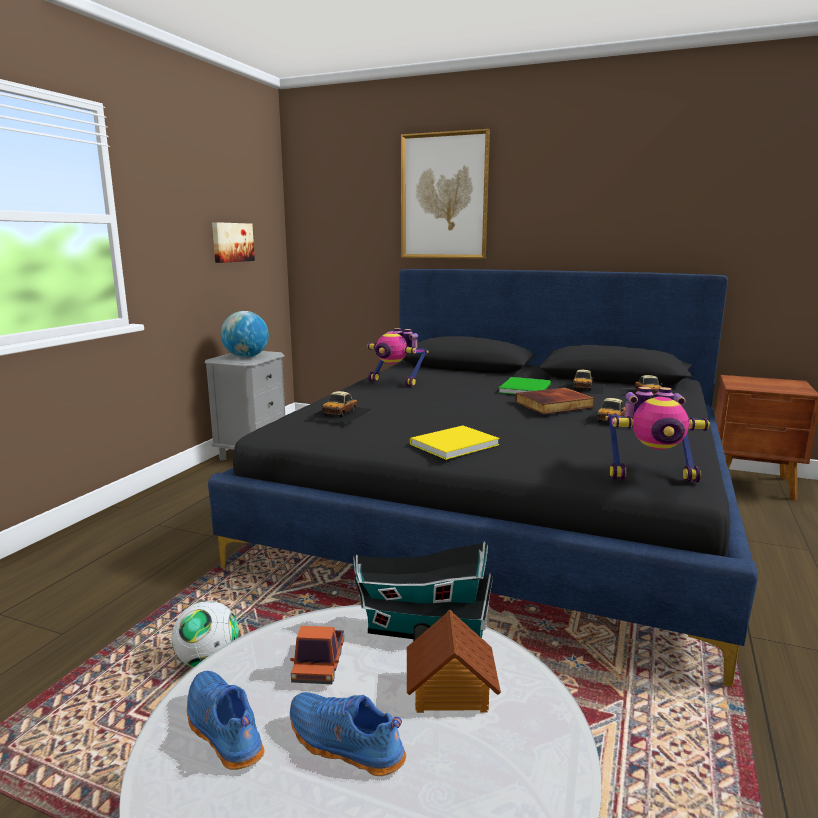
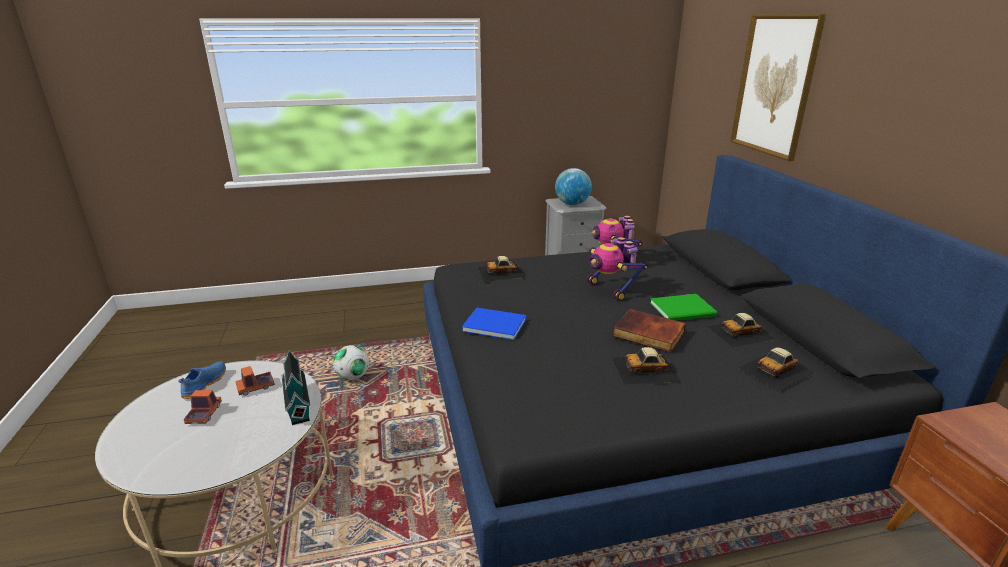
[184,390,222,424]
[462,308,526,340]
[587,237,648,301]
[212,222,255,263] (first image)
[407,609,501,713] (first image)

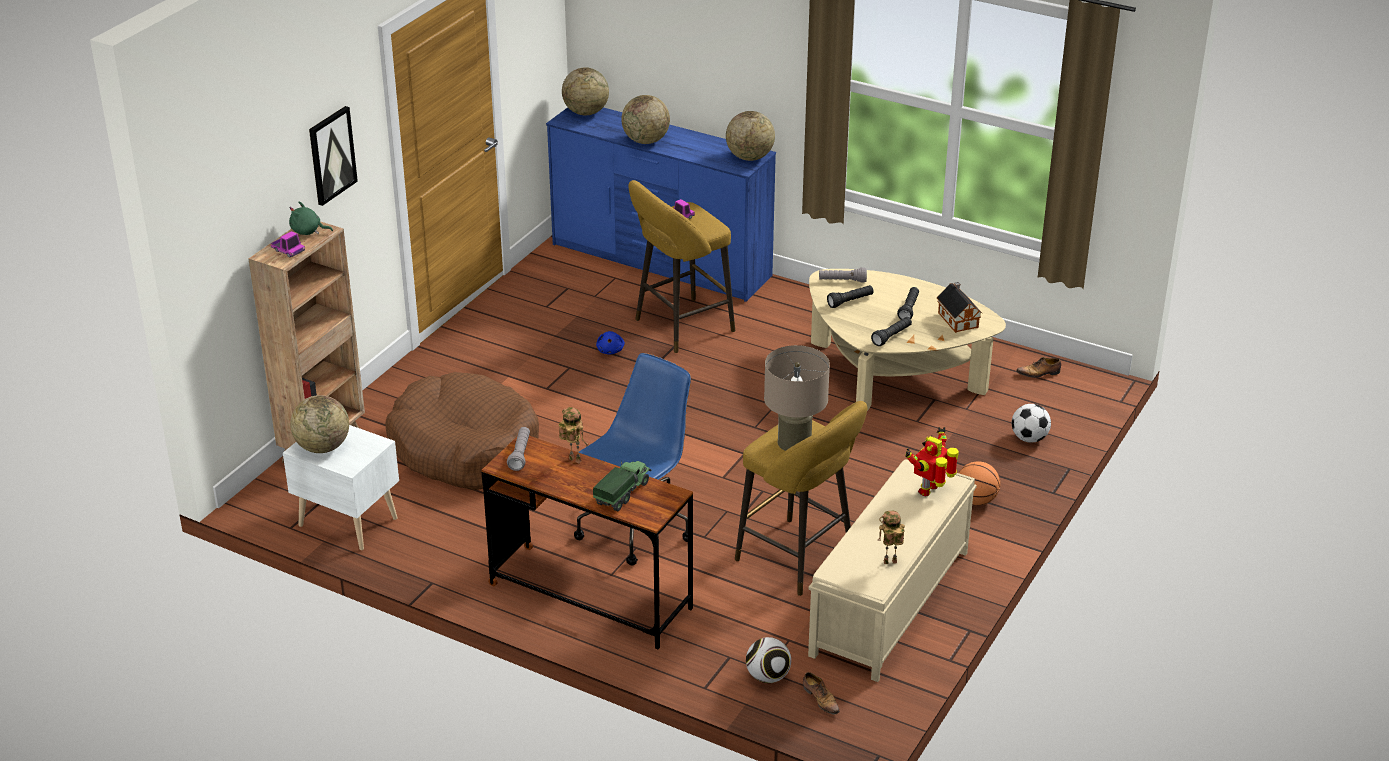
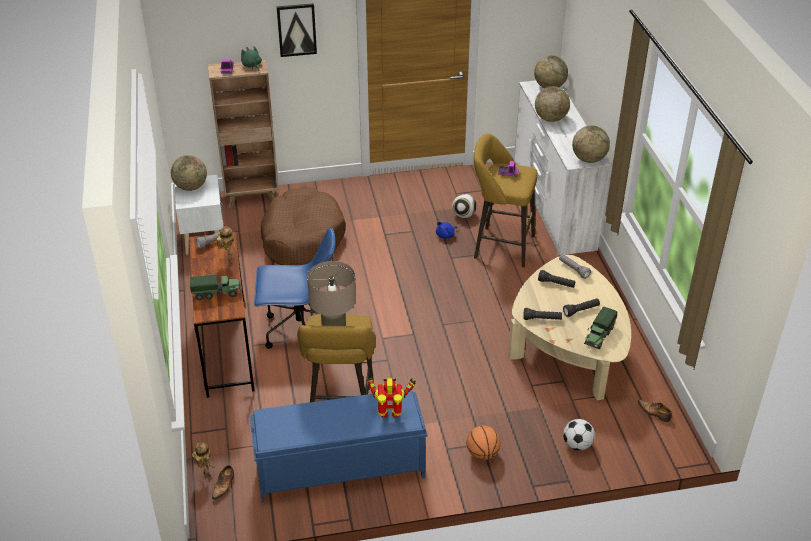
[192,442,215,478]
[250,389,427,503]
[452,194,477,218]
[514,80,610,255]
[584,307,617,349]

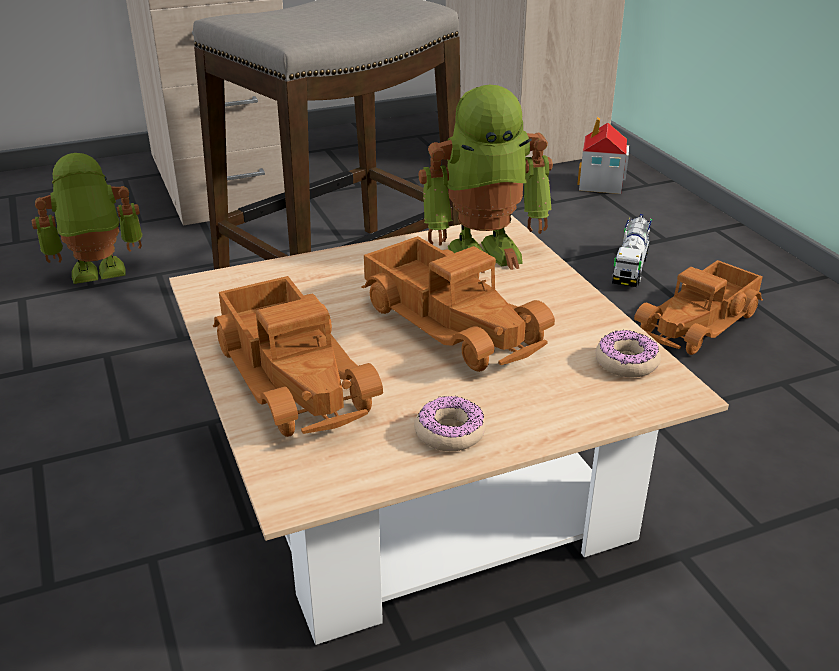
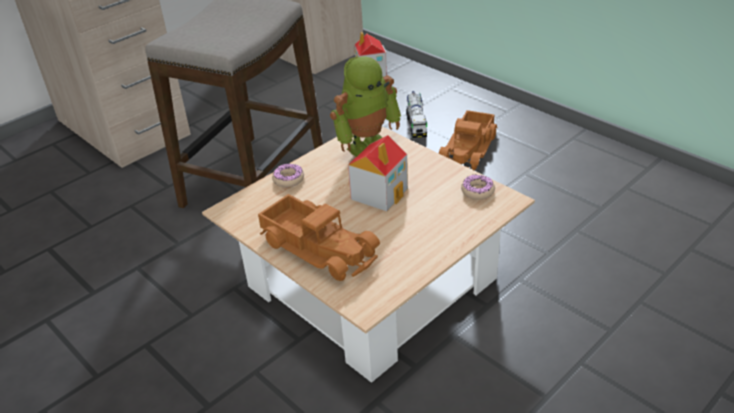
[272,164,304,187]
[348,135,408,211]
[32,153,142,284] (first image)

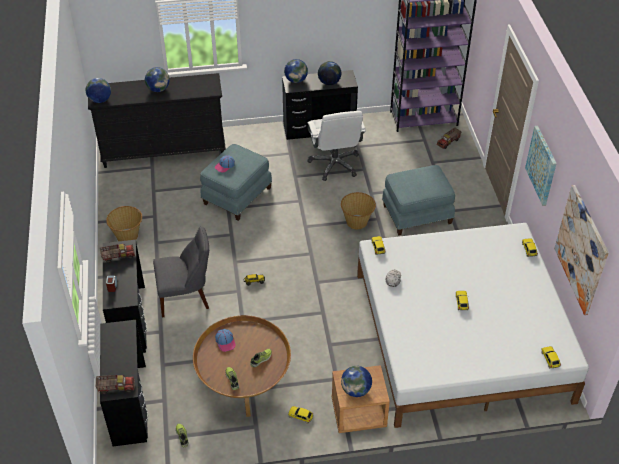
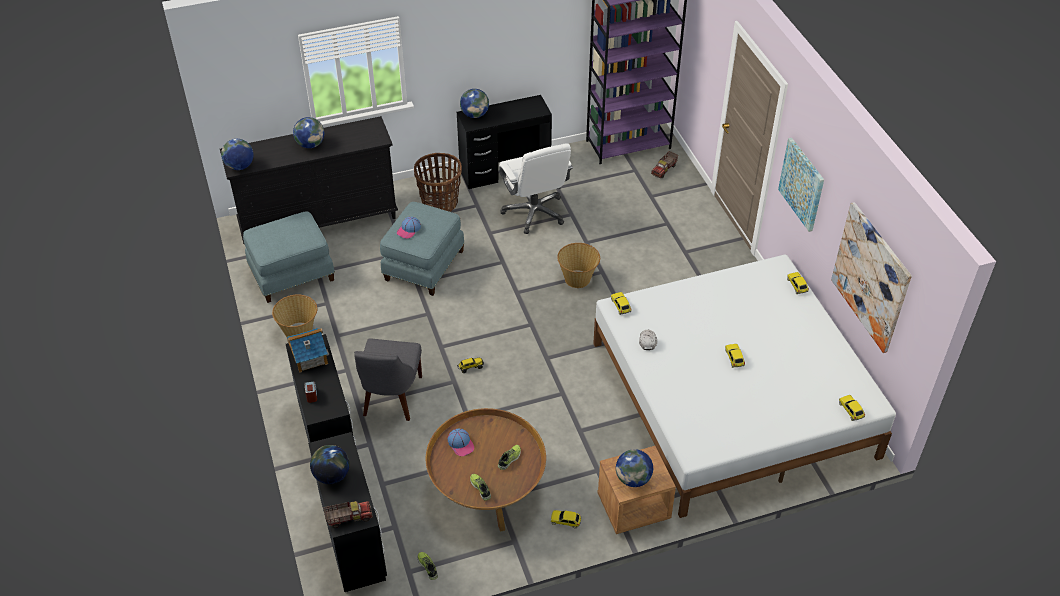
[243,211,335,303]
[287,328,329,373]
[310,445,350,484]
[354,339,422,421]
[414,153,462,212]

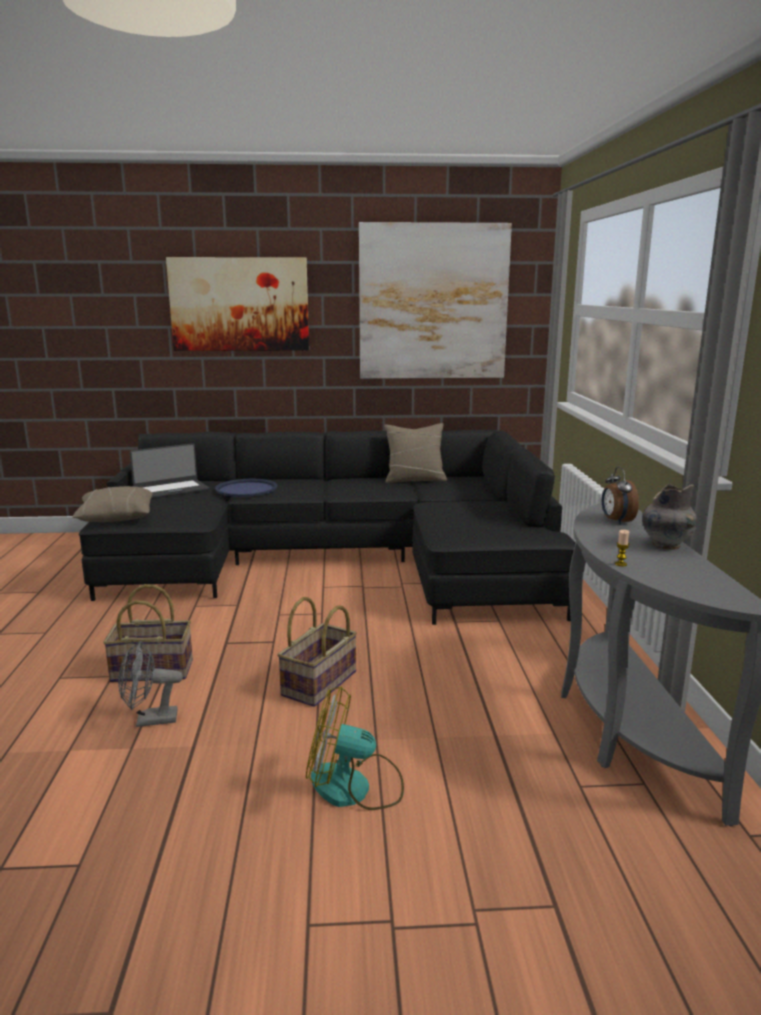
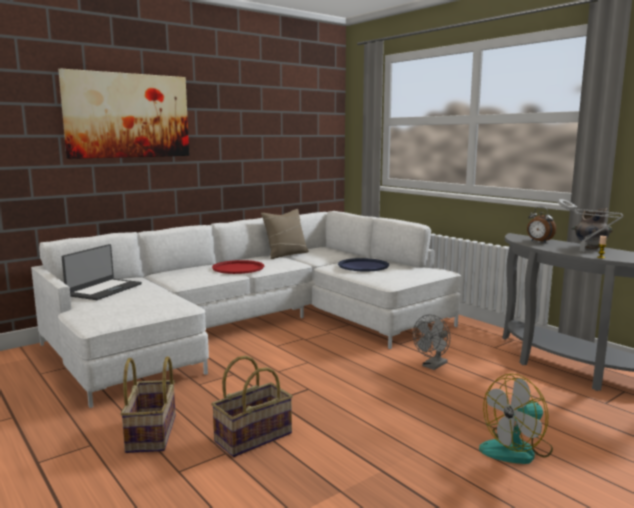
[31,211,461,408]
[120,356,176,453]
[212,260,264,274]
[338,258,389,272]
[413,314,450,370]
[558,199,624,252]
[72,486,153,522] (first image)
[359,222,512,379] (first image)

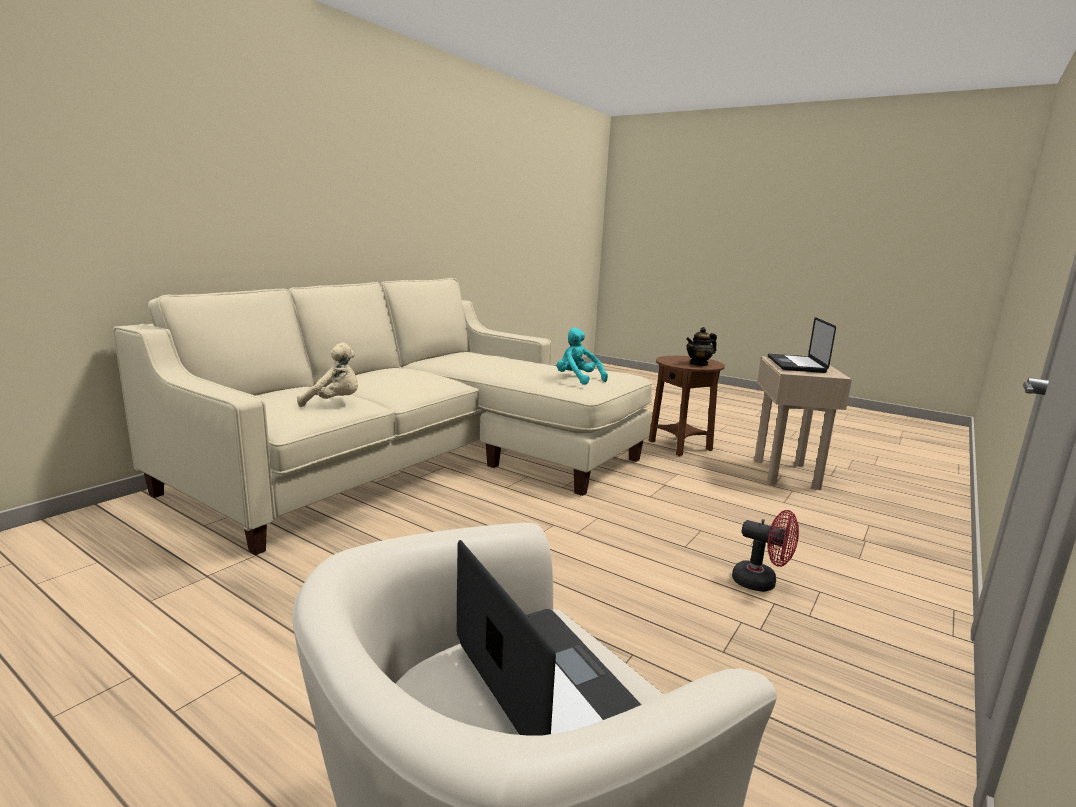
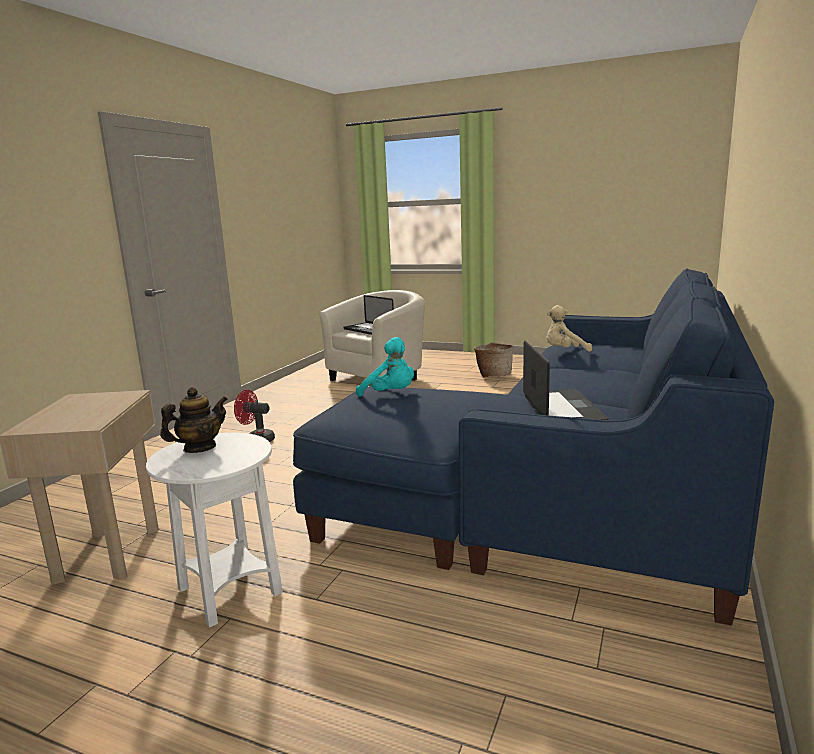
[146,433,283,628]
[293,268,774,626]
[474,342,514,377]
[523,340,608,420]

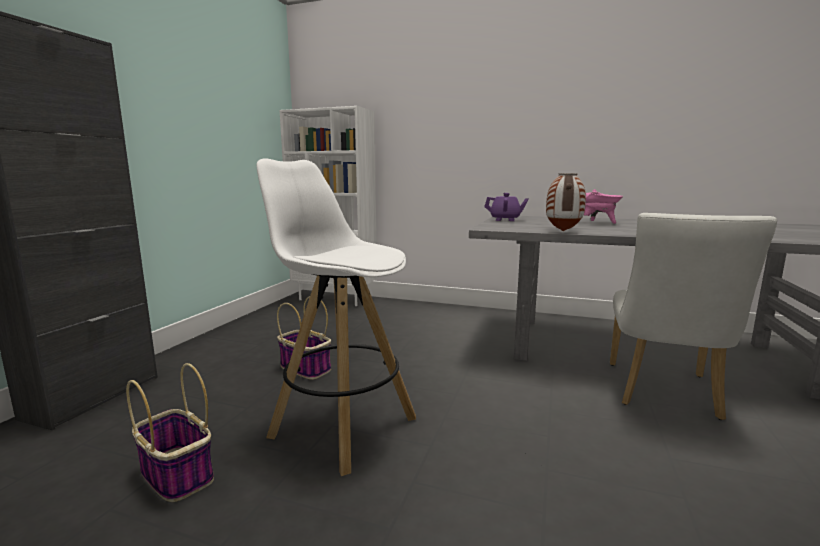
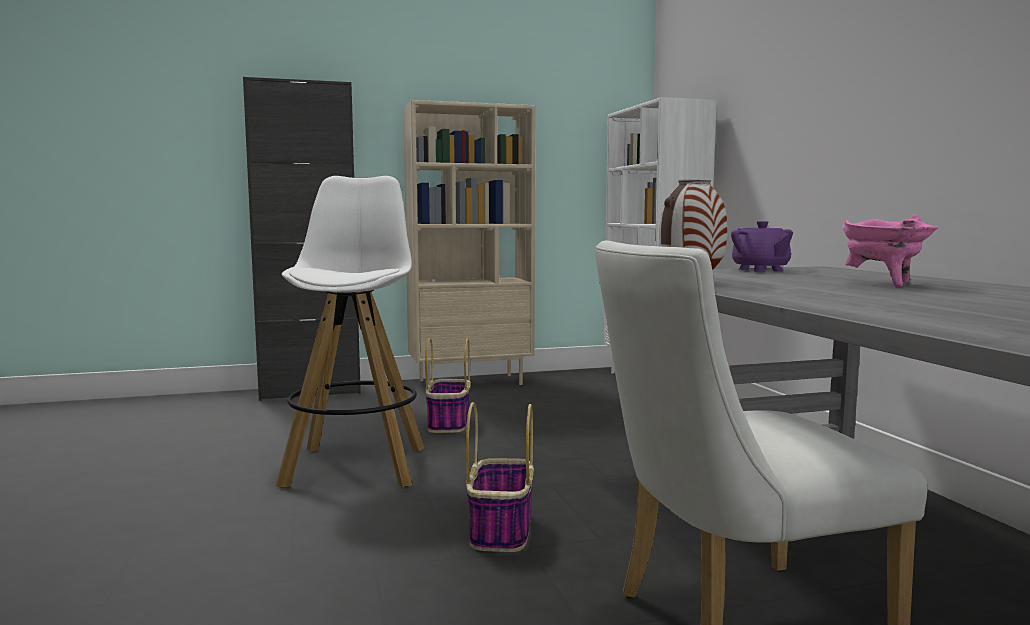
[403,100,535,385]
[466,402,534,552]

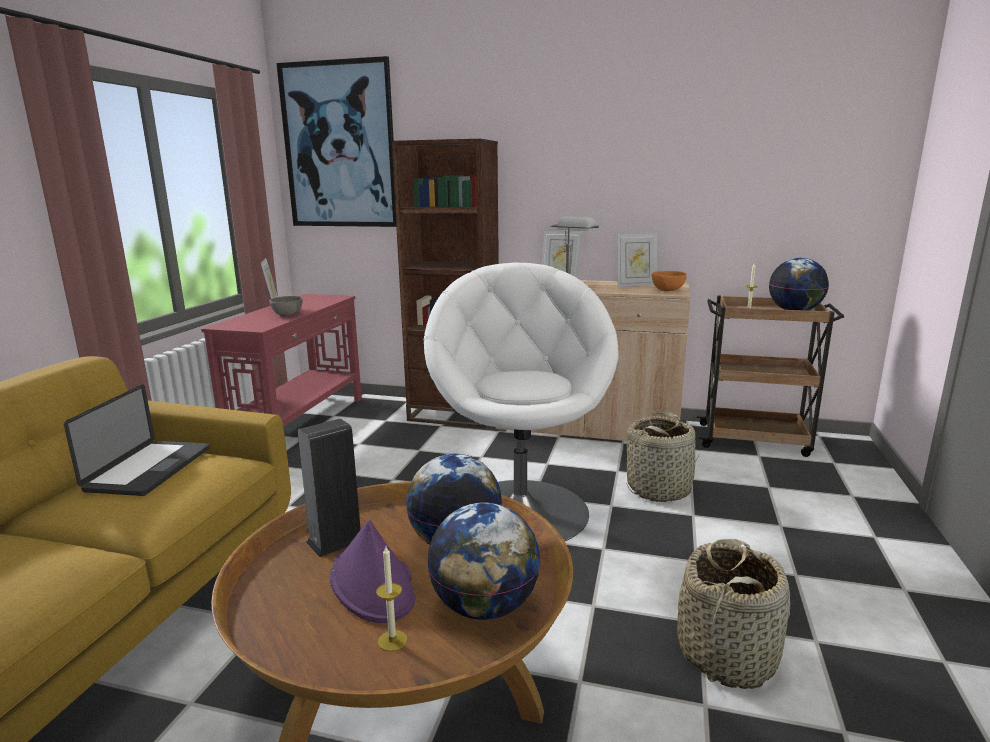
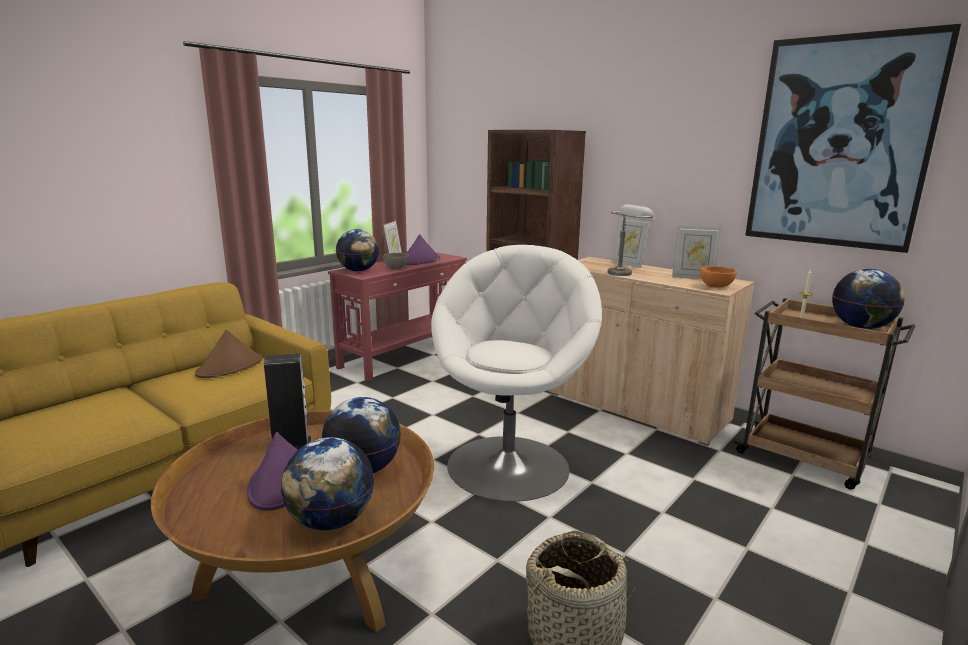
[195,330,262,378]
[336,229,379,272]
[406,234,440,265]
[745,24,961,253]
[376,547,407,651] (first image)
[626,411,700,502] (first image)

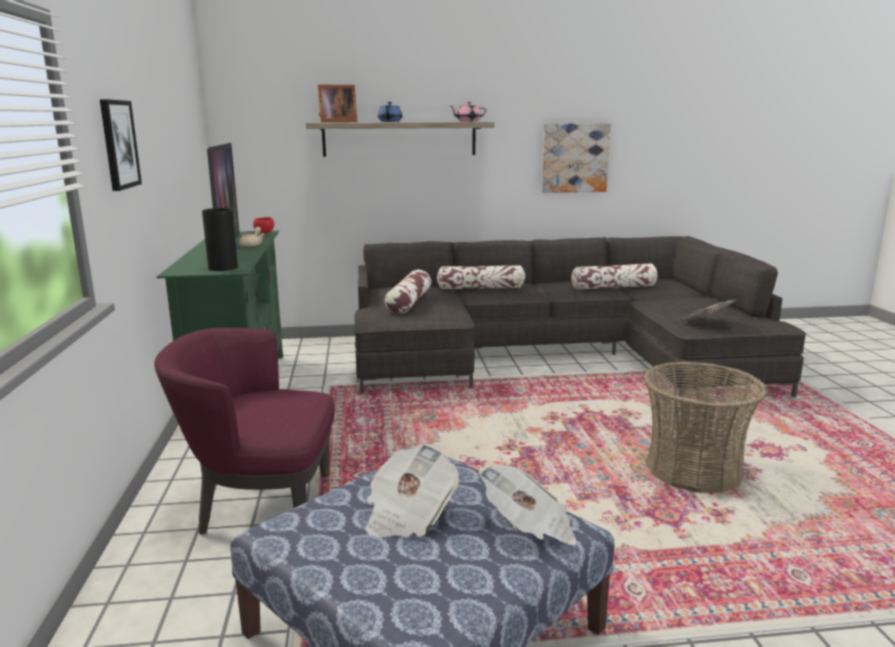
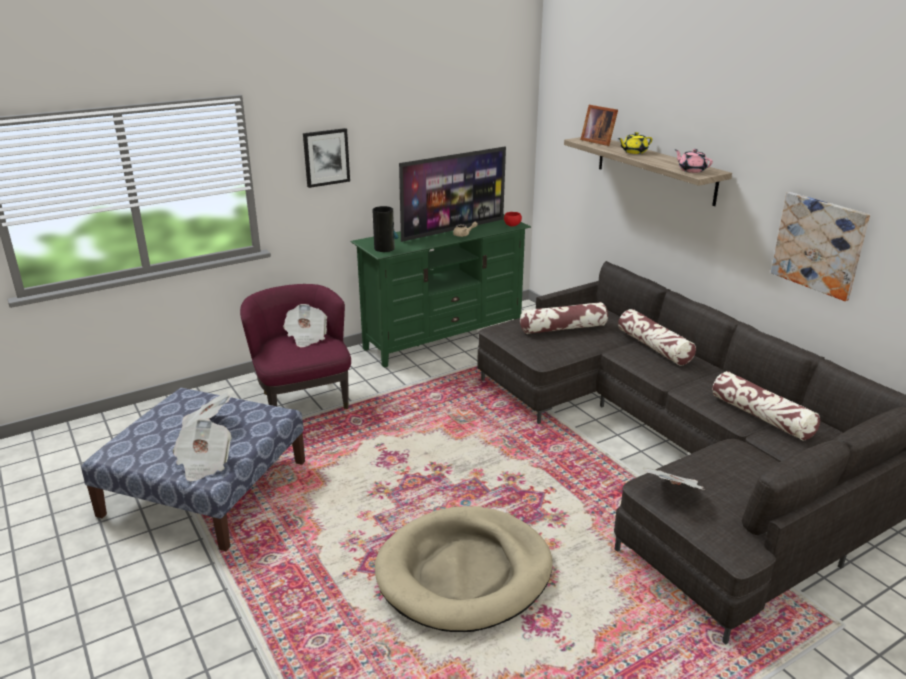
[283,304,327,347]
[375,506,553,632]
[618,132,652,154]

